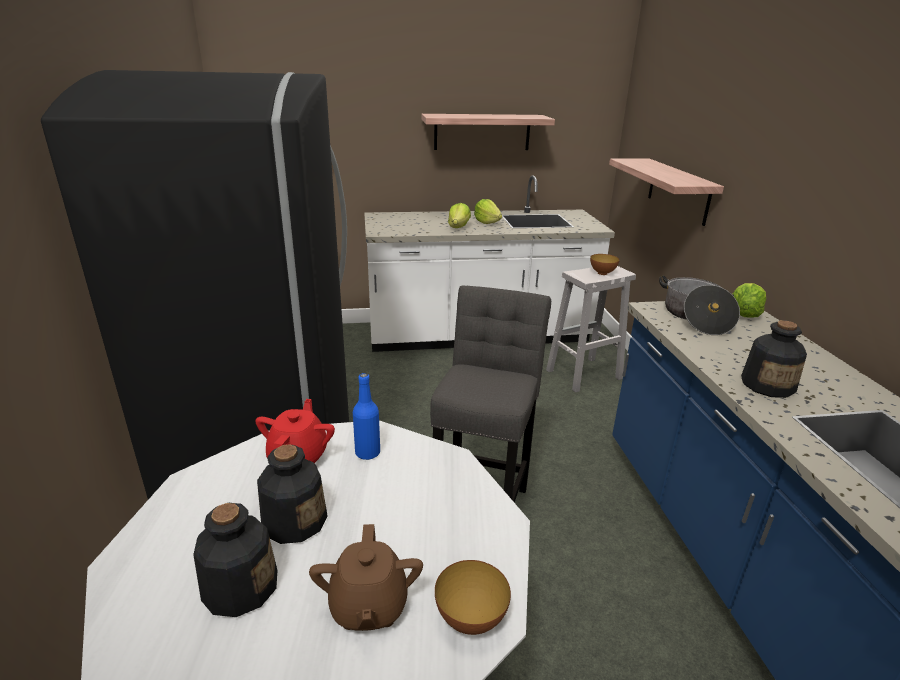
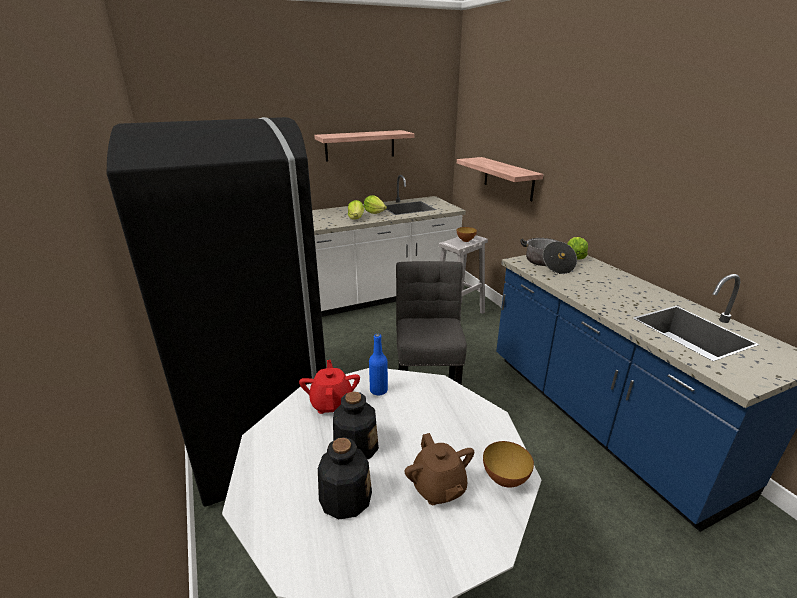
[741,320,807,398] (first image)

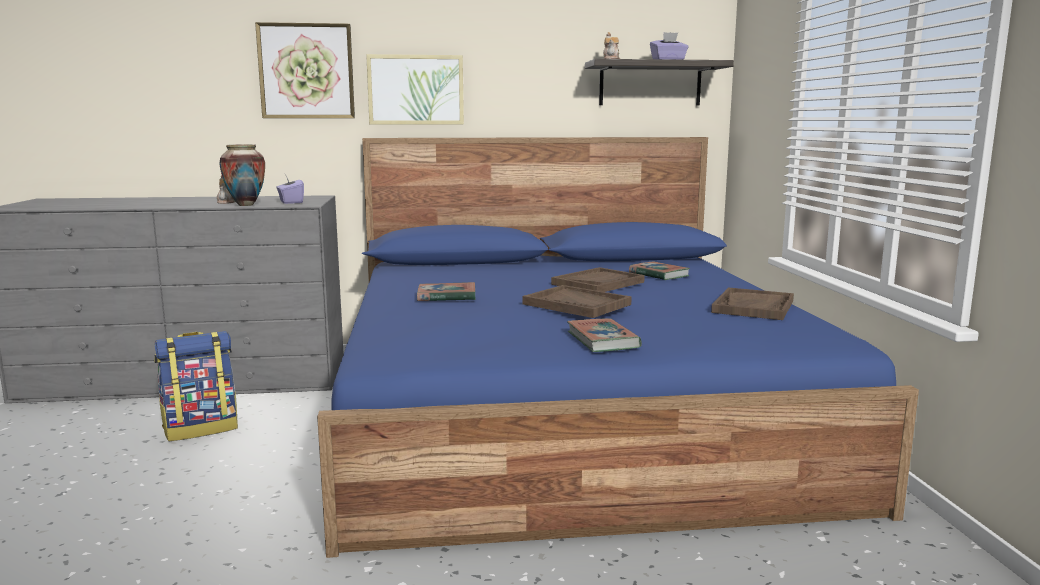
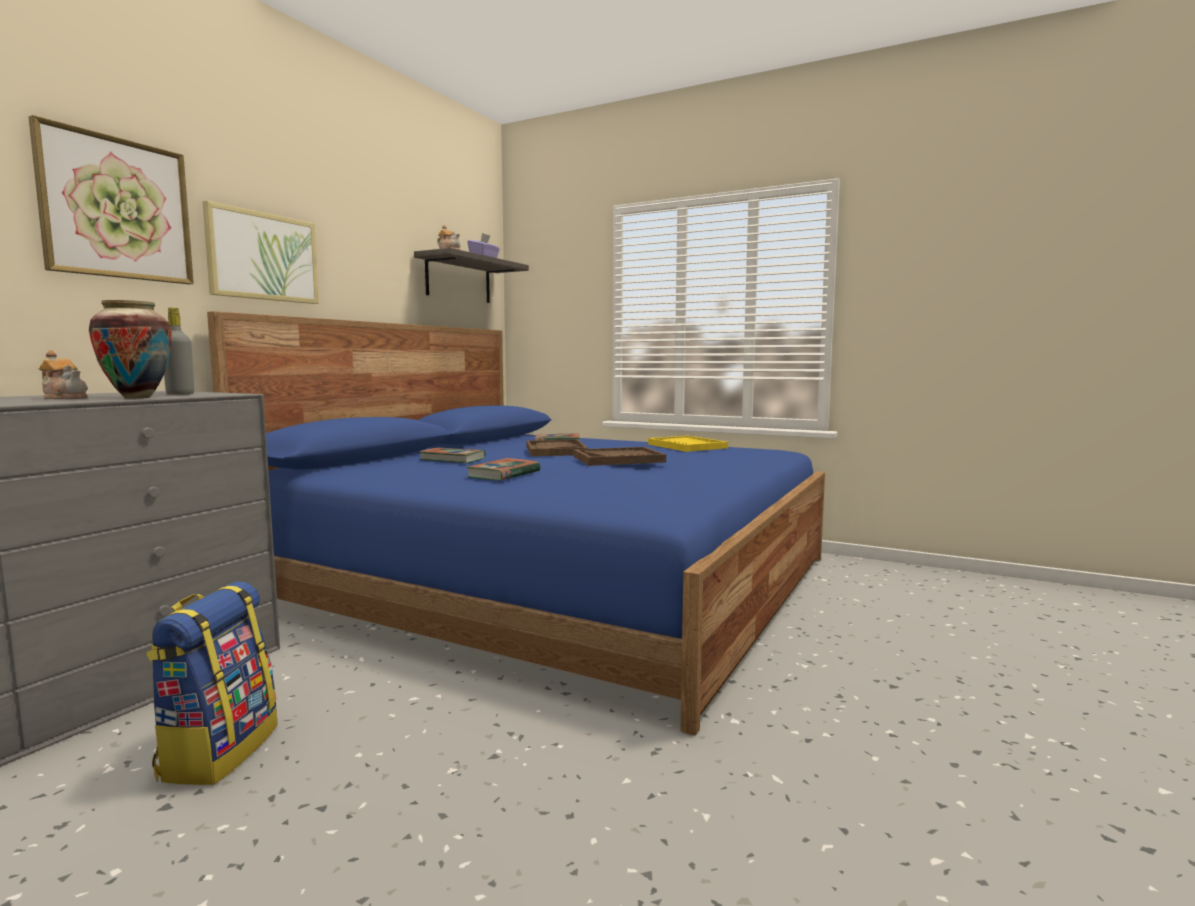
[164,308,194,395]
[419,448,485,463]
[648,436,728,452]

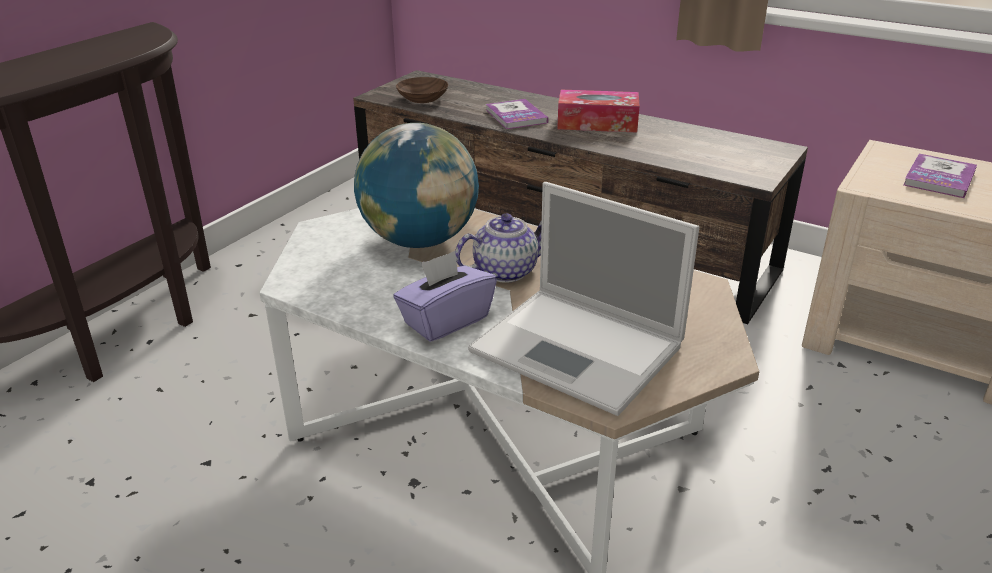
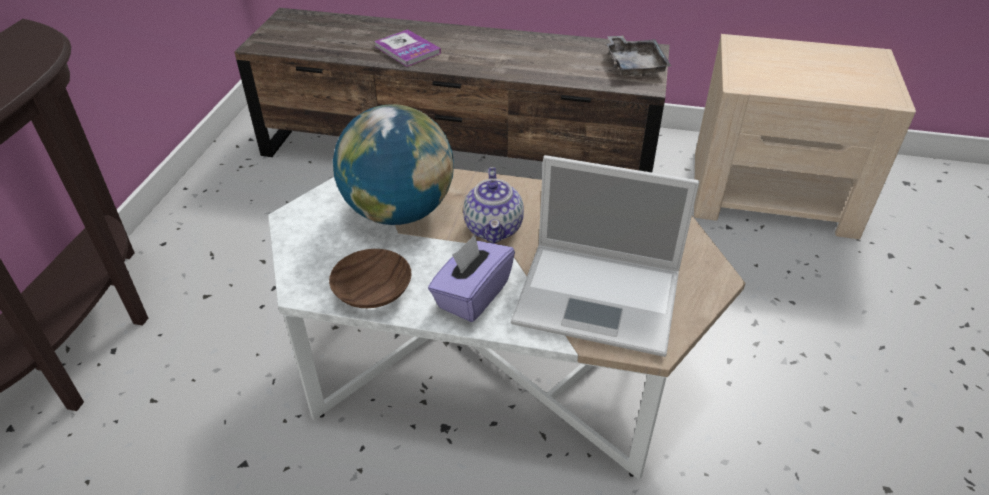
[329,249,412,308]
[463,167,524,244]
[606,35,671,76]
[557,90,640,133] (first image)
[904,154,977,198] (first image)

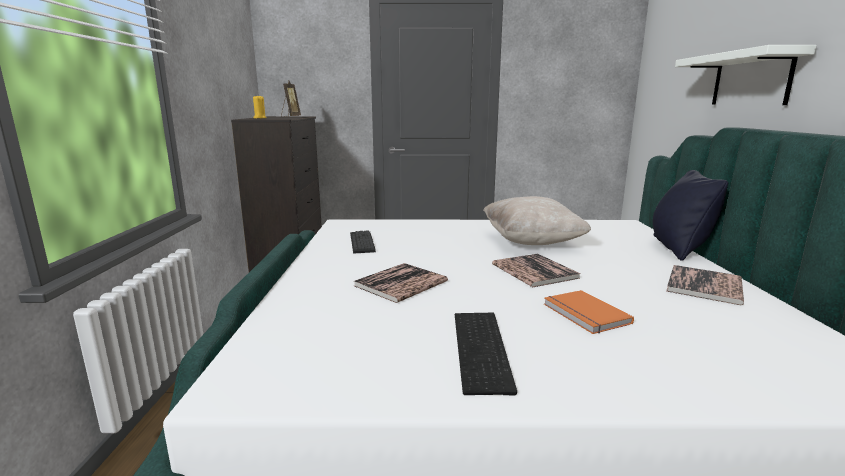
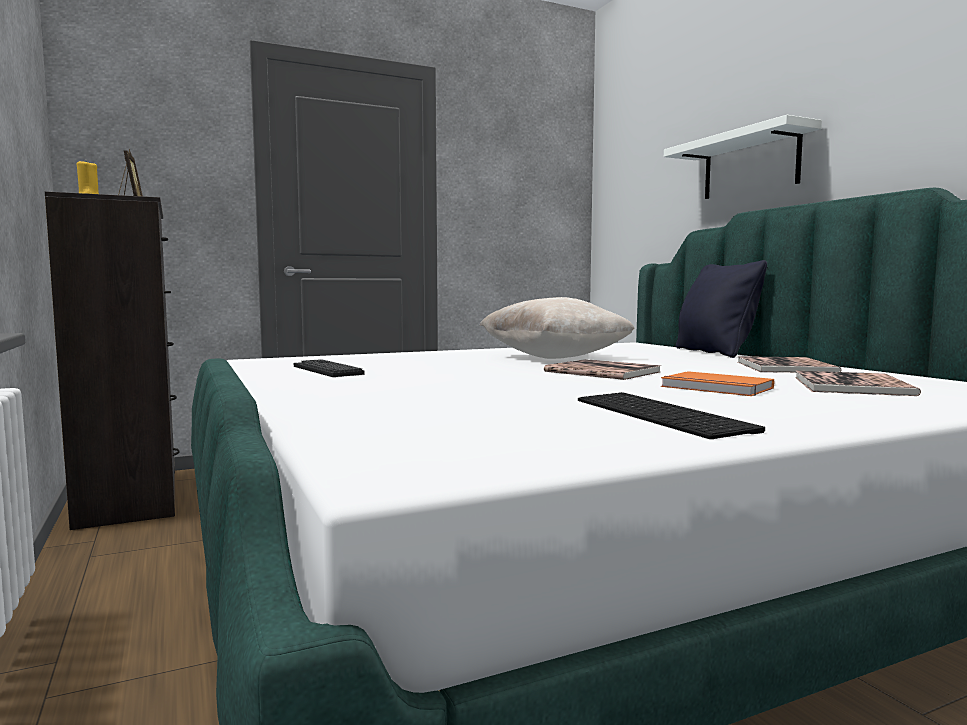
[795,371,921,396]

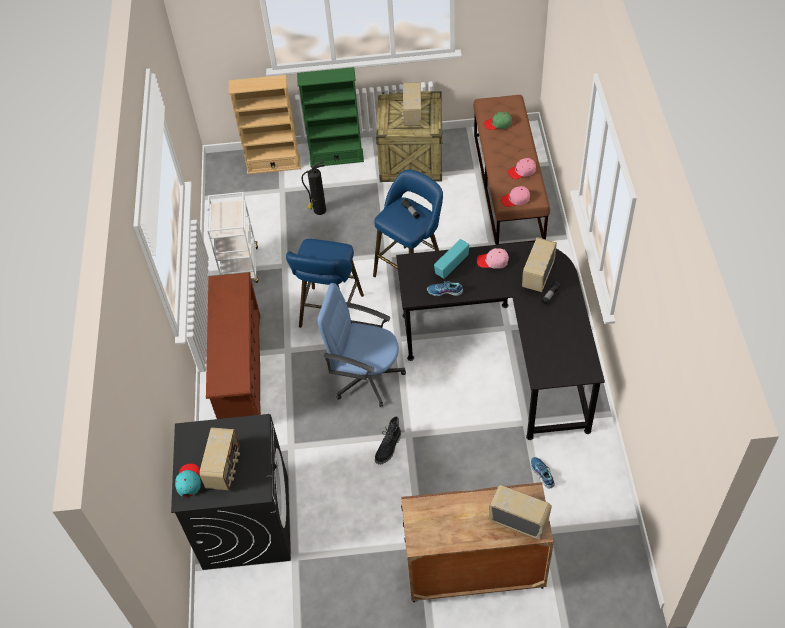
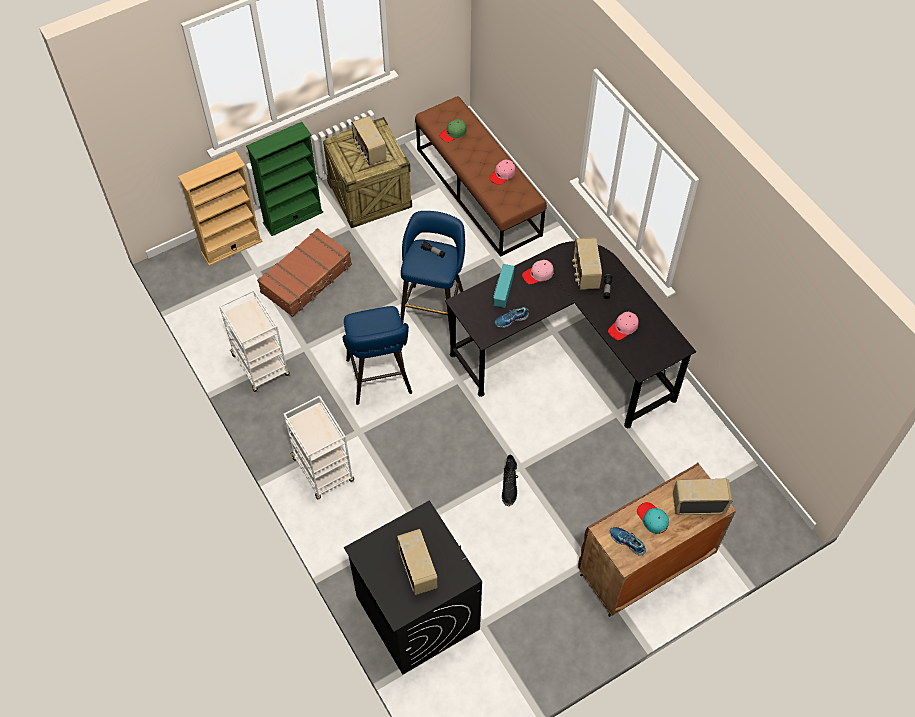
[257,228,352,317]
[283,396,354,499]
[608,312,639,340]
[610,527,646,556]
[637,502,669,534]
[318,283,406,407] (first image)

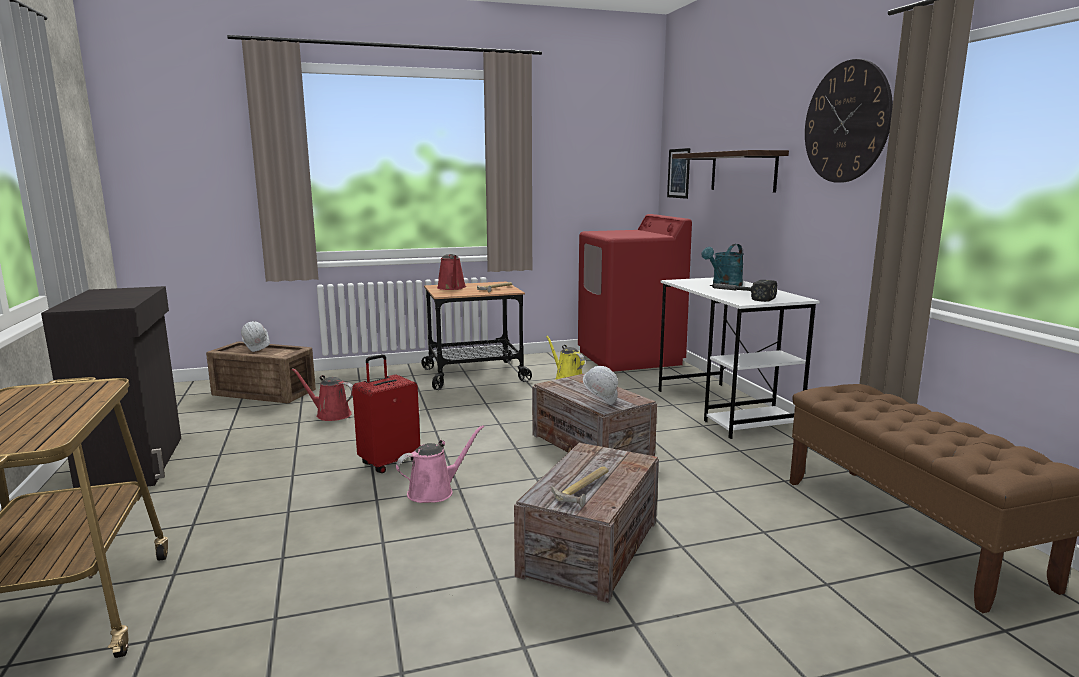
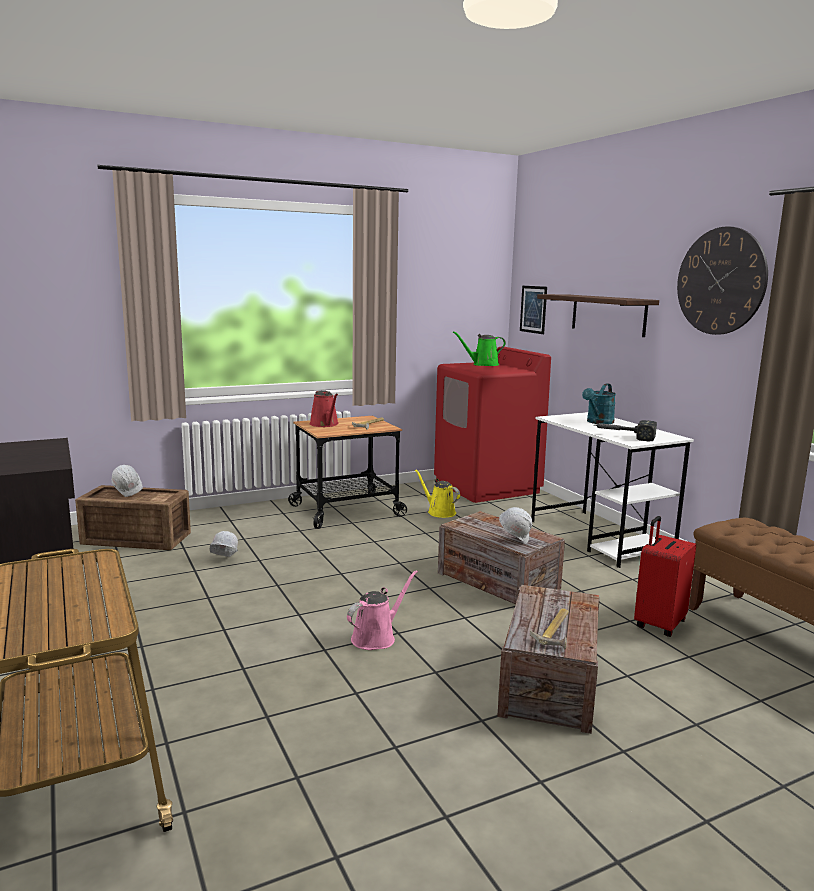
[210,531,238,557]
[453,331,506,366]
[634,516,696,637]

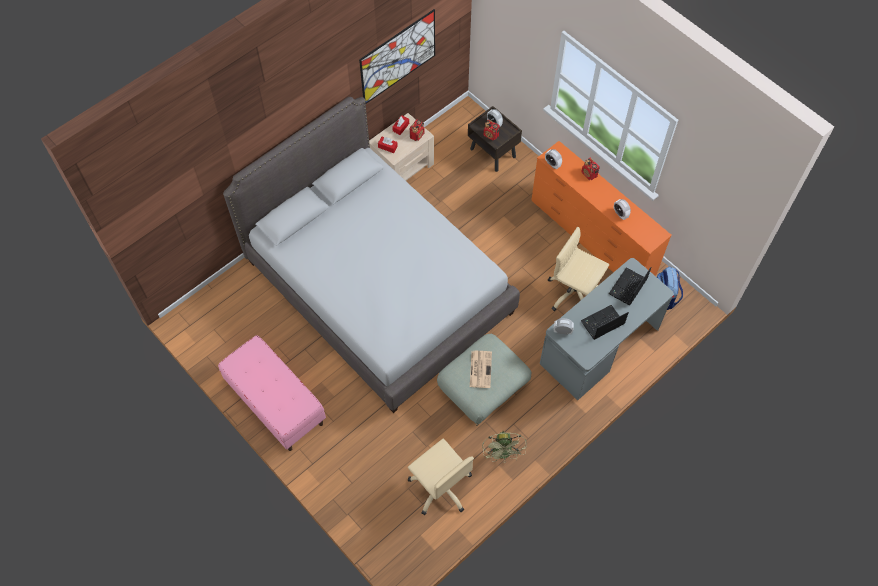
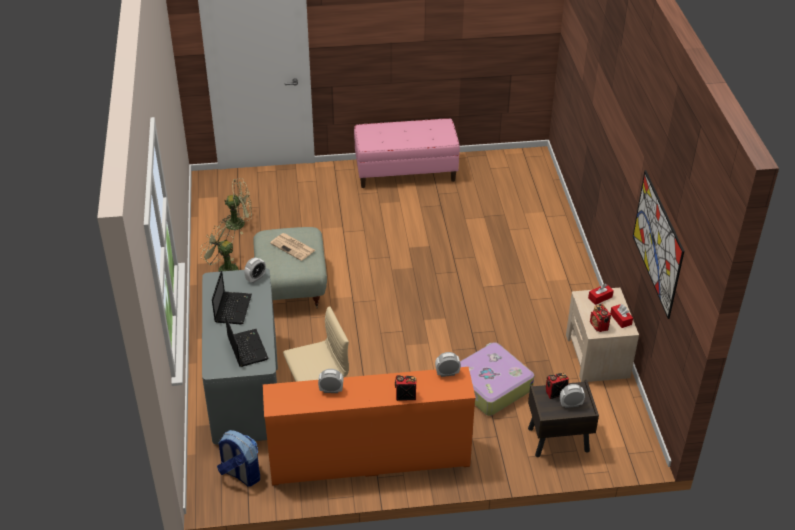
[220,178,252,235]
[460,342,534,416]
[223,97,520,413] (first image)

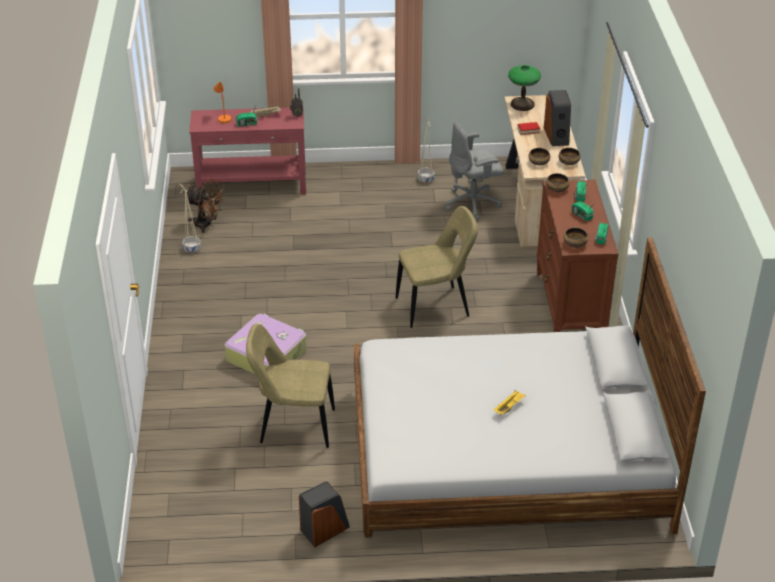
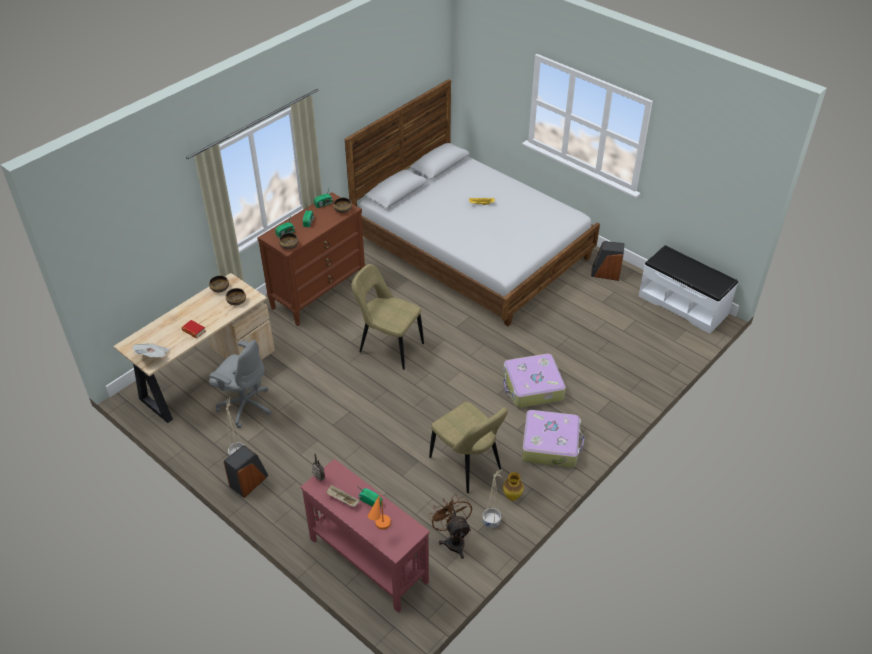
[132,343,170,357]
[224,445,268,498]
[429,402,508,493]
[503,472,524,501]
[522,410,585,468]
[639,245,738,334]

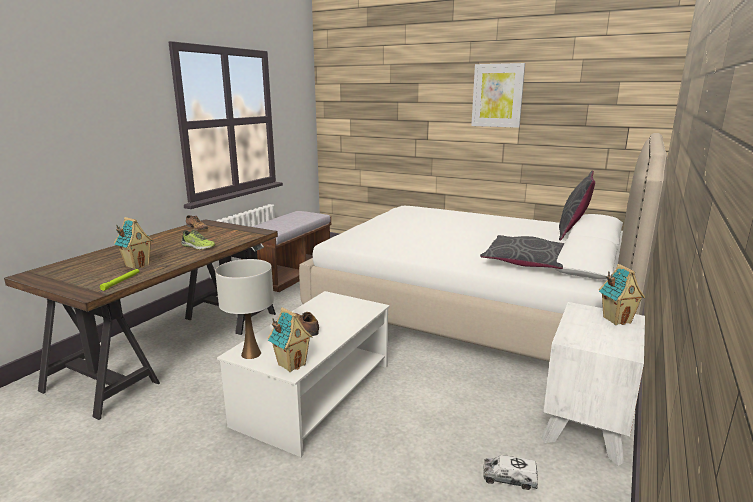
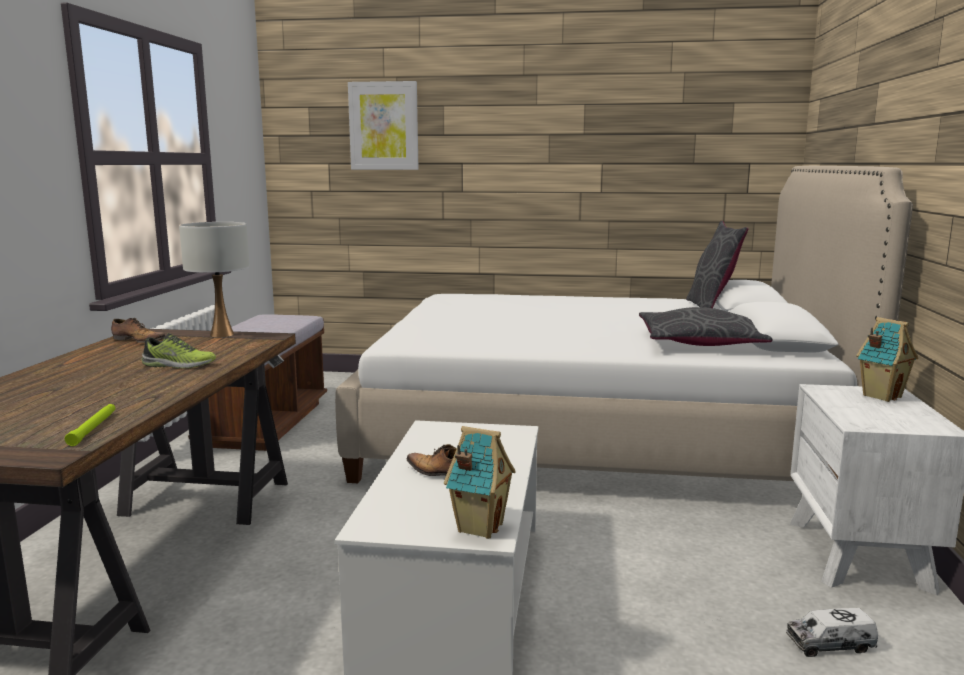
[179,222,250,337]
[348,81,418,170]
[114,217,153,269] (first image)

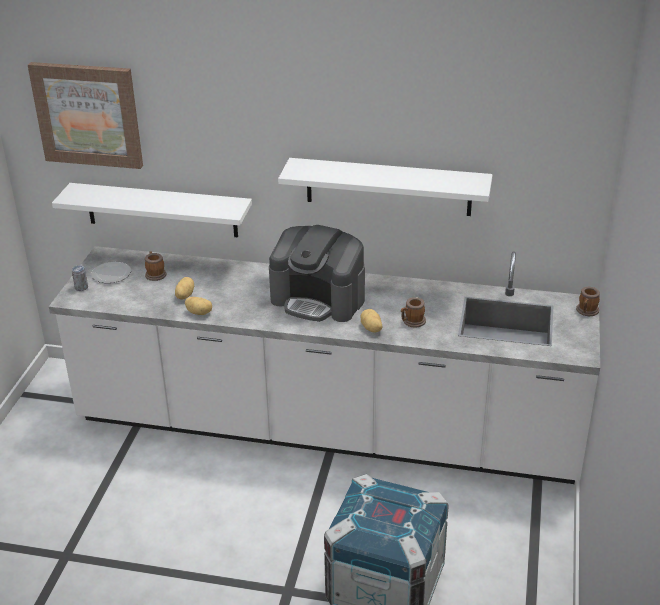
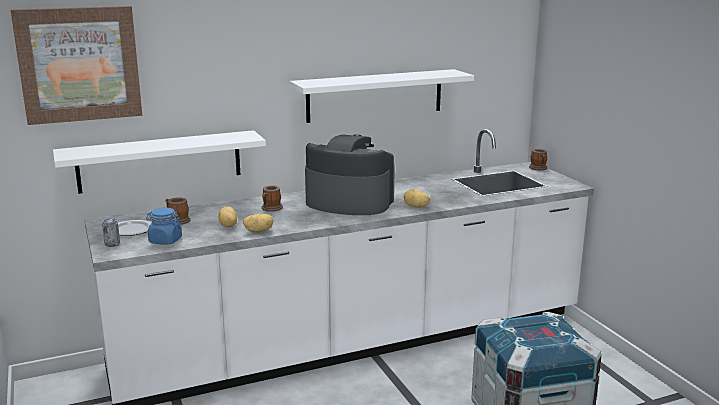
[146,208,182,245]
[262,185,283,212]
[305,134,395,215]

